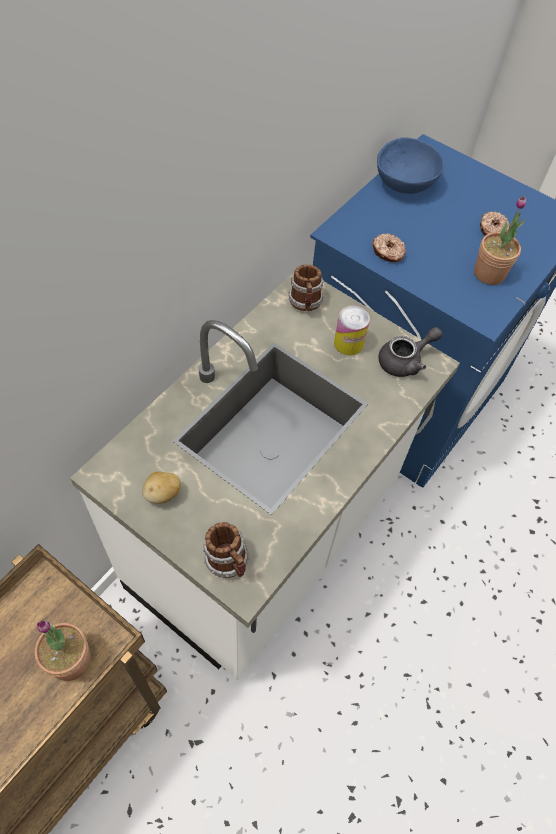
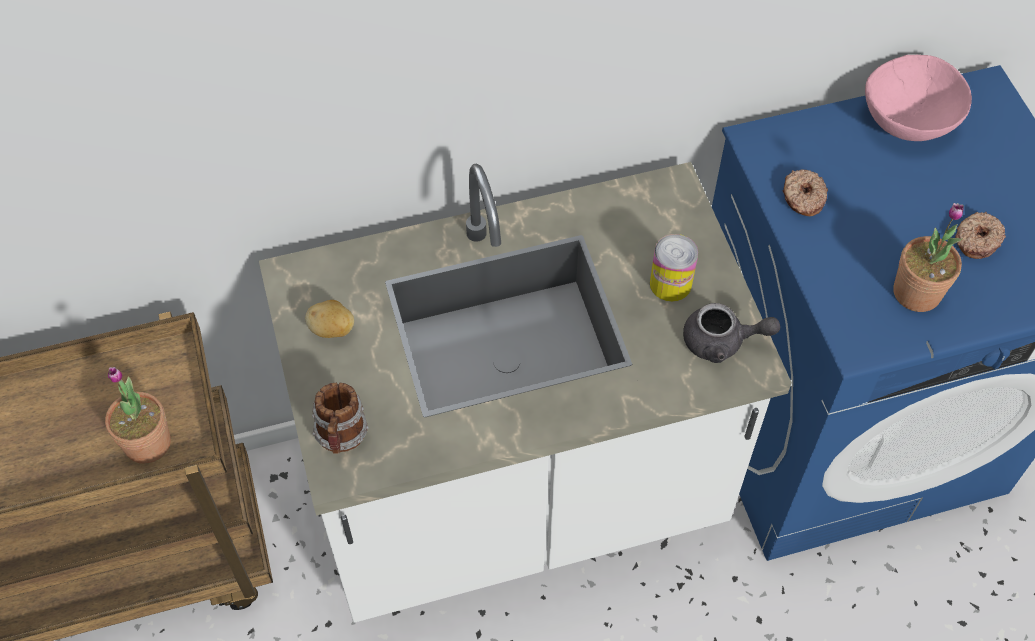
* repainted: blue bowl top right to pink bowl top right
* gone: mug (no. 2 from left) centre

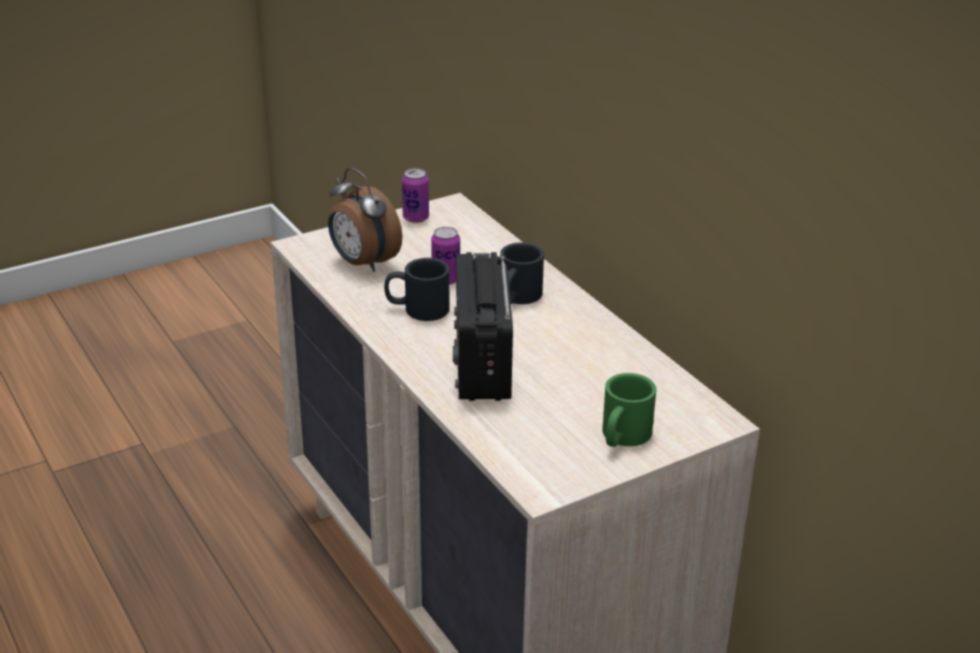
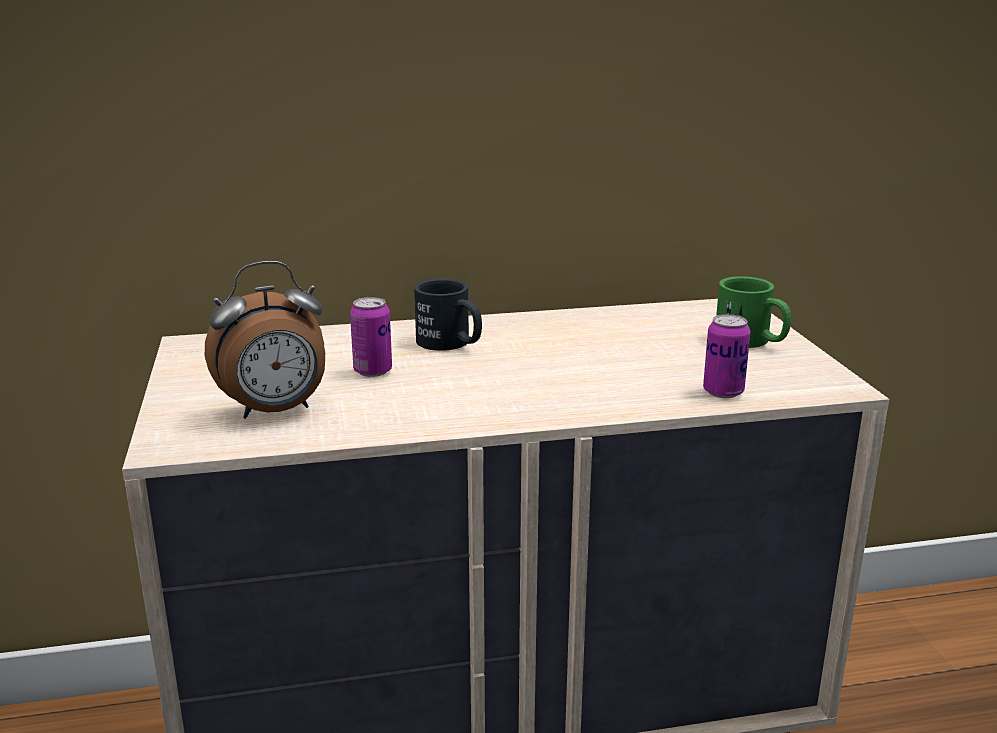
* shifted: can (no. 1 from left in the first image) top centre to can (no. 2 from left) middle right
* gone: radio centre
* gone: black mug (no. 1 from left) centre

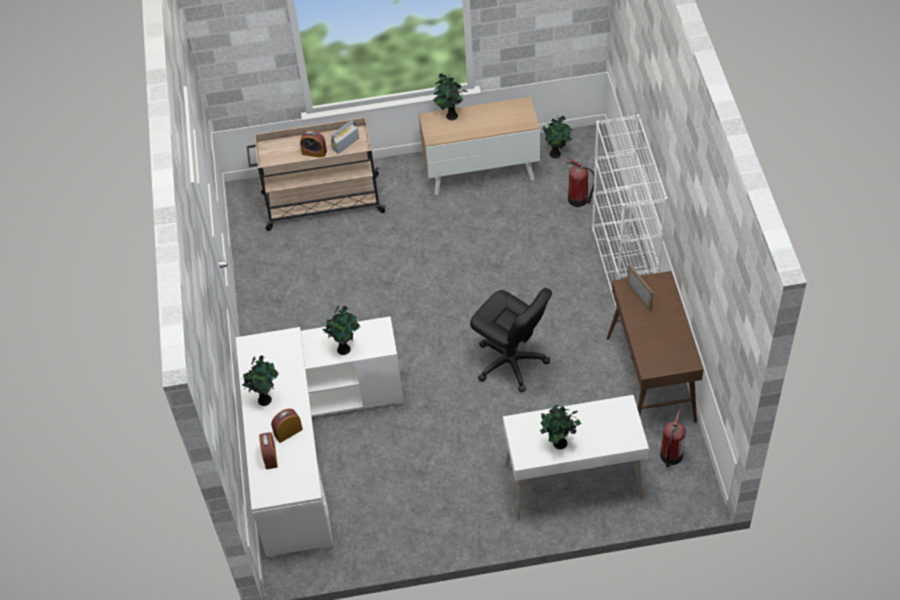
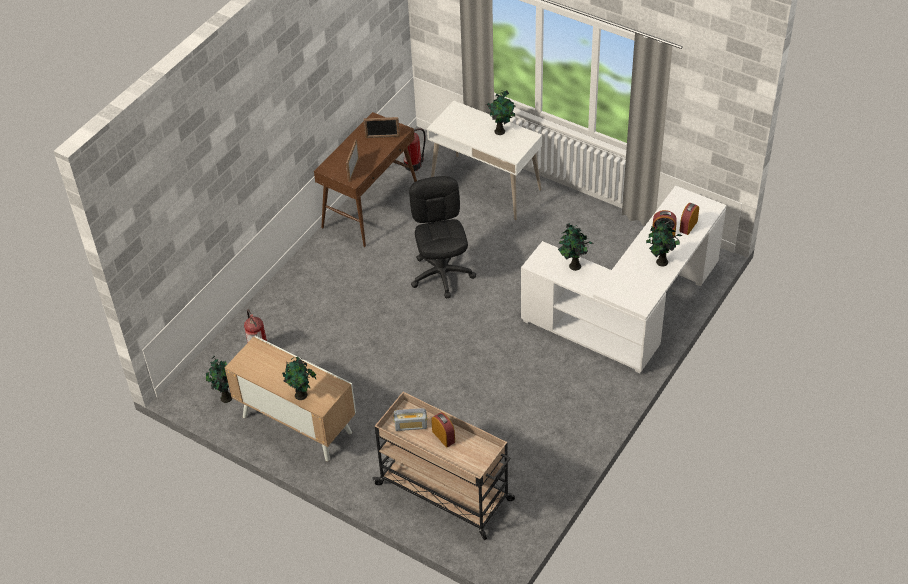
* gone: white bookcase middle right
* new: picture frame (no. 2 from left) top centre

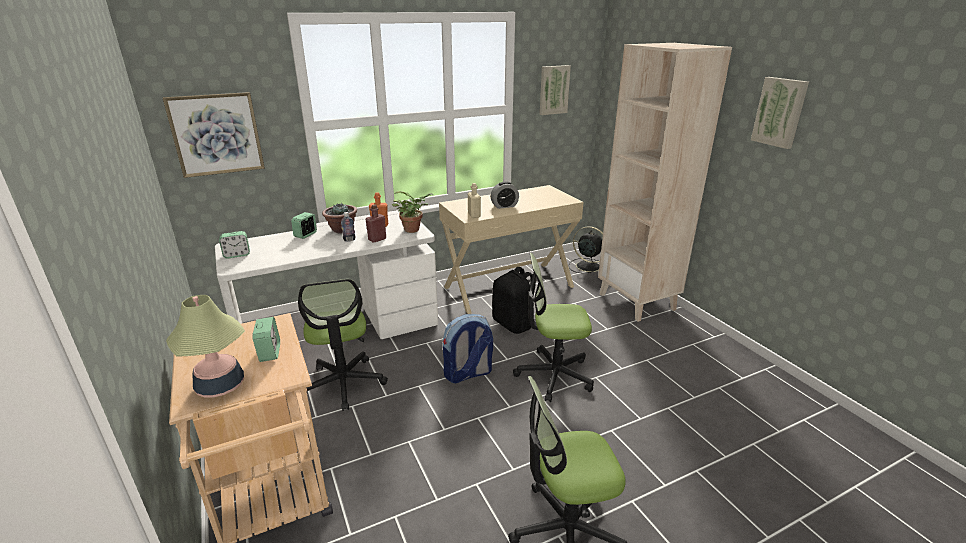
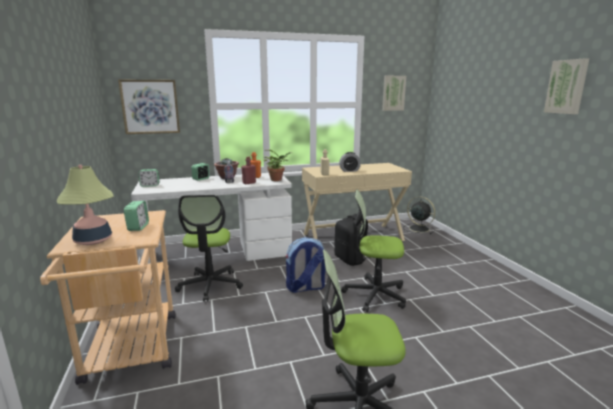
* gone: beige bookcase middle right

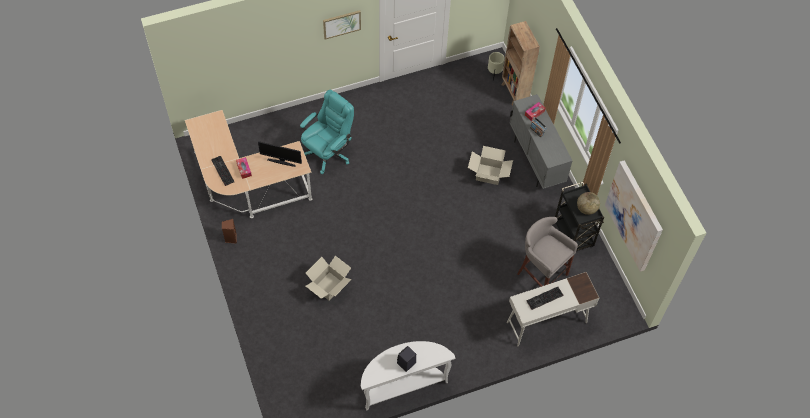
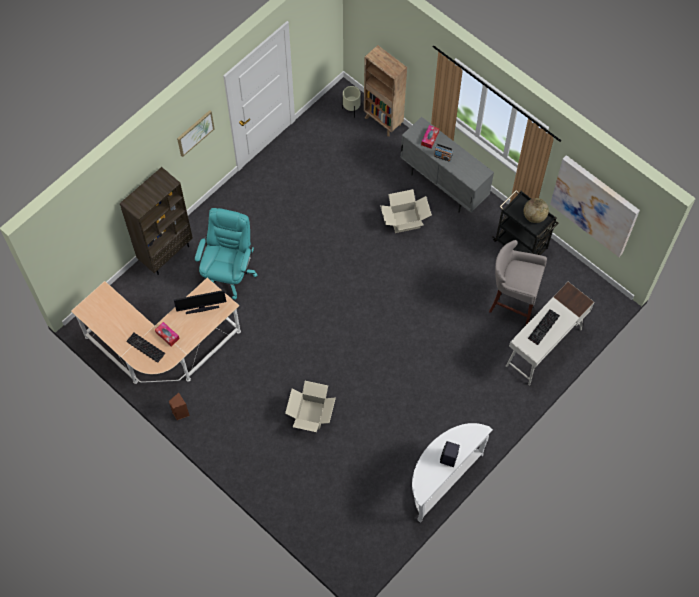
* new: brown bookcase (no. 1 from left) middle left

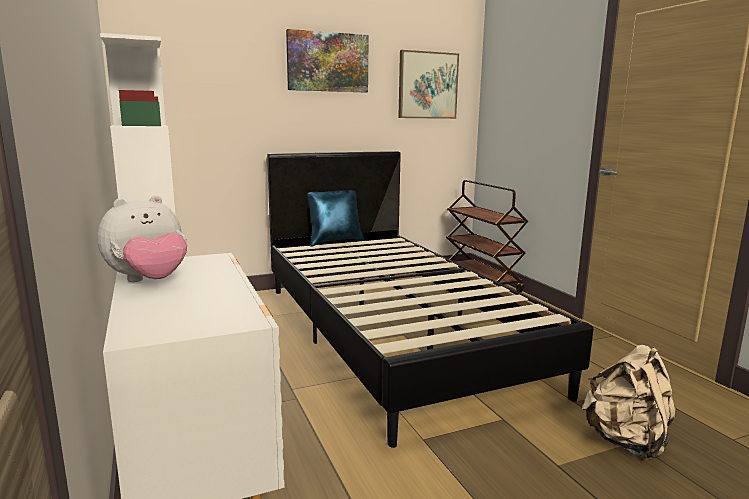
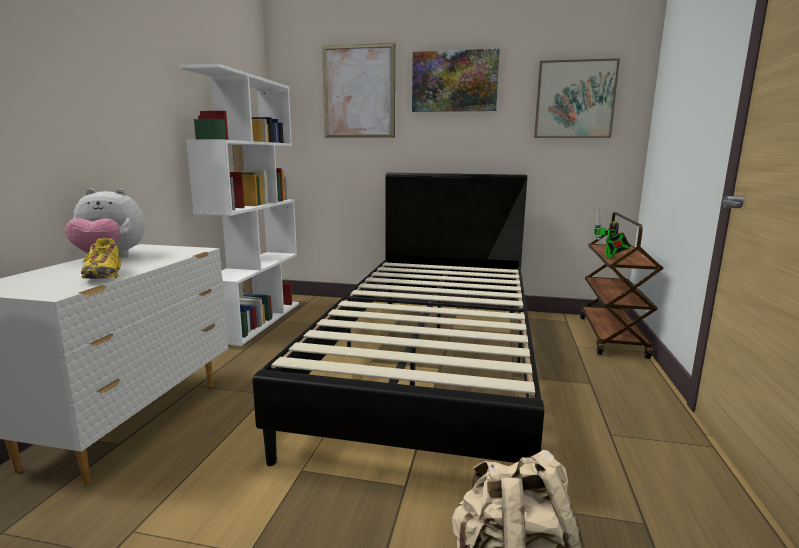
* gone: blue pillow centre
* new: picture (no. 1 from left) top centre
* new: toy robot middle right
* new: yellow shoe middle left

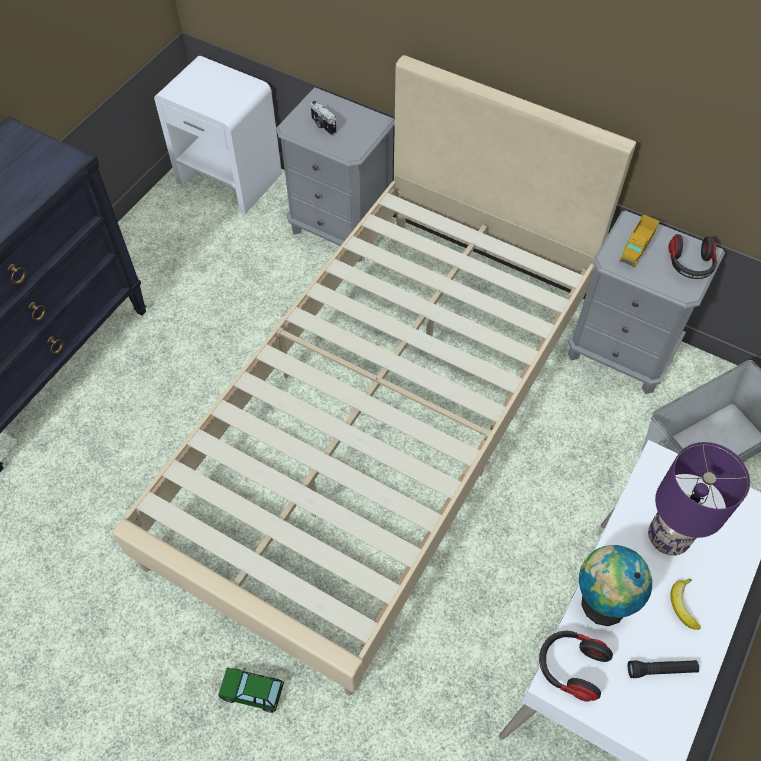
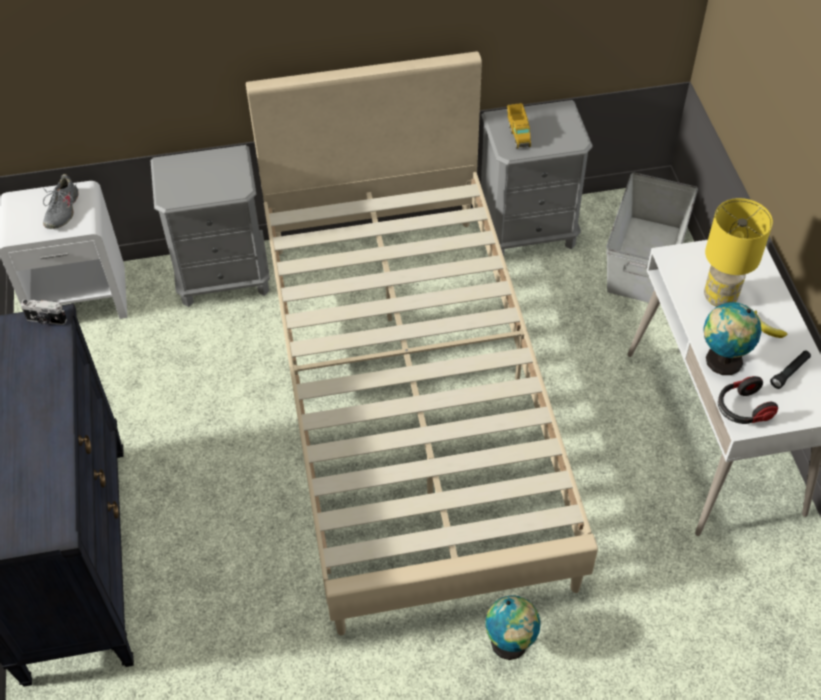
* shifted: photo camera top centre to middle left
* gone: headphones (no. 2 from left) middle right
* repainted: purple table lamp middle right to yellow table lamp middle right
* swapped: toy car bottom left to globe (no. 1 from left) bottom centre
* new: grey shoe top left

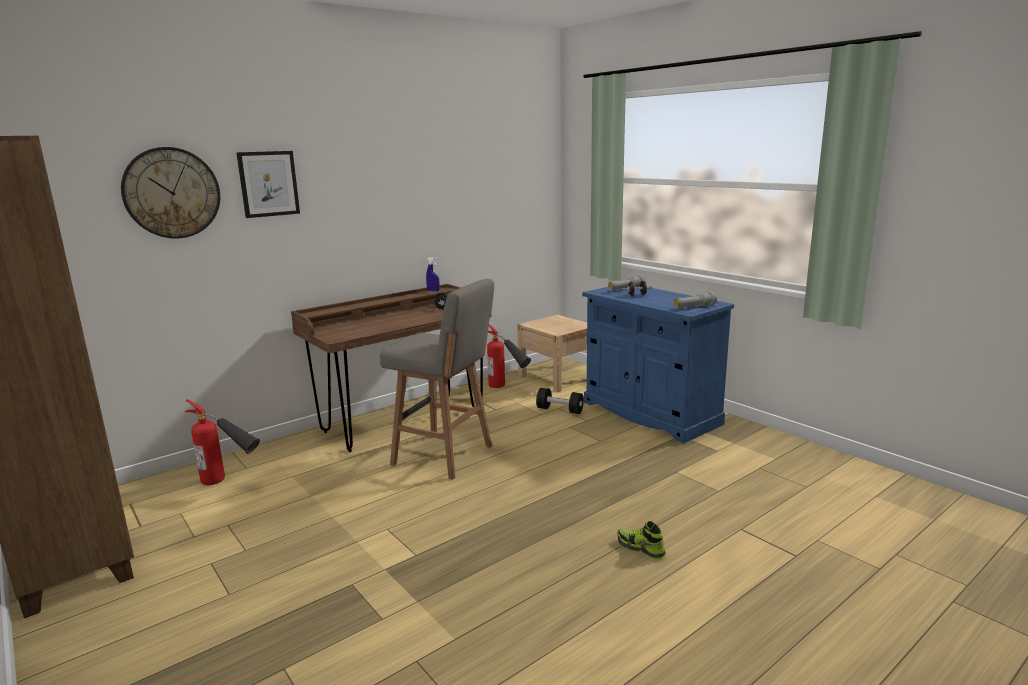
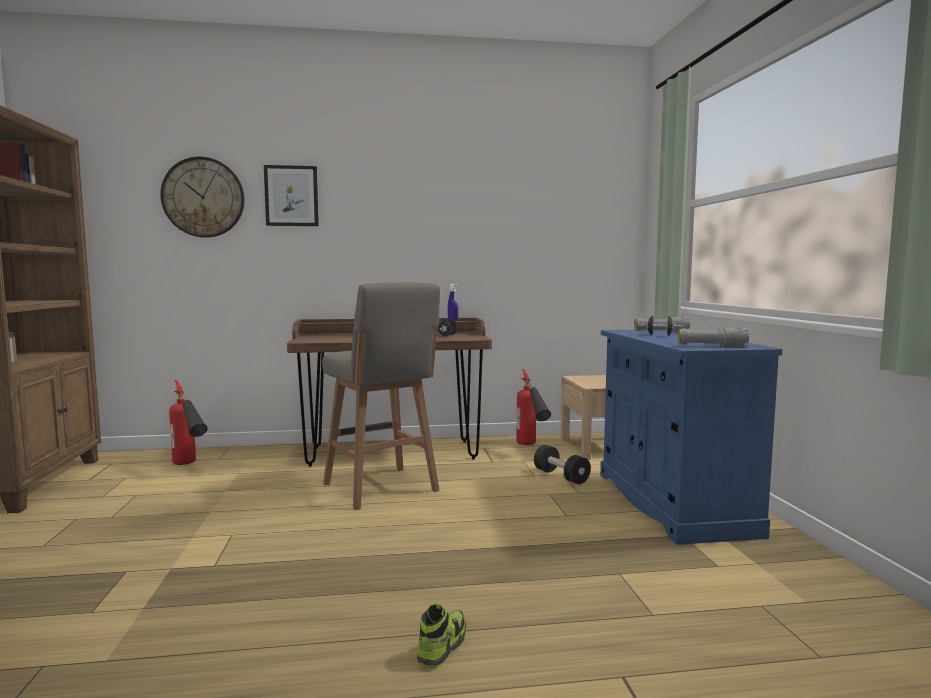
* rotated: shoe bottom centre = bottom centre 45 degrees clockwise

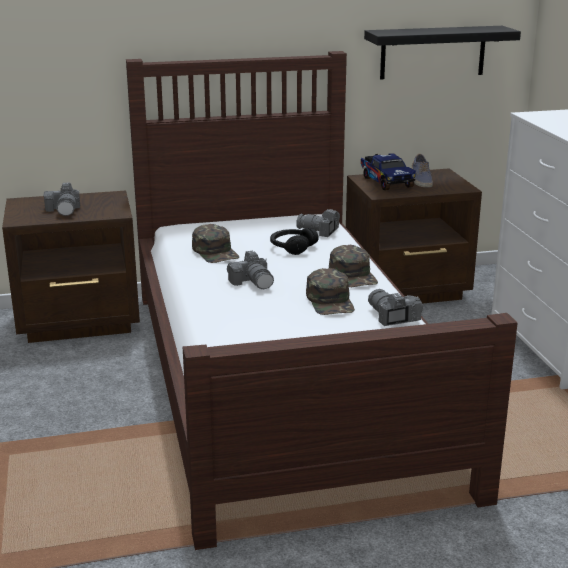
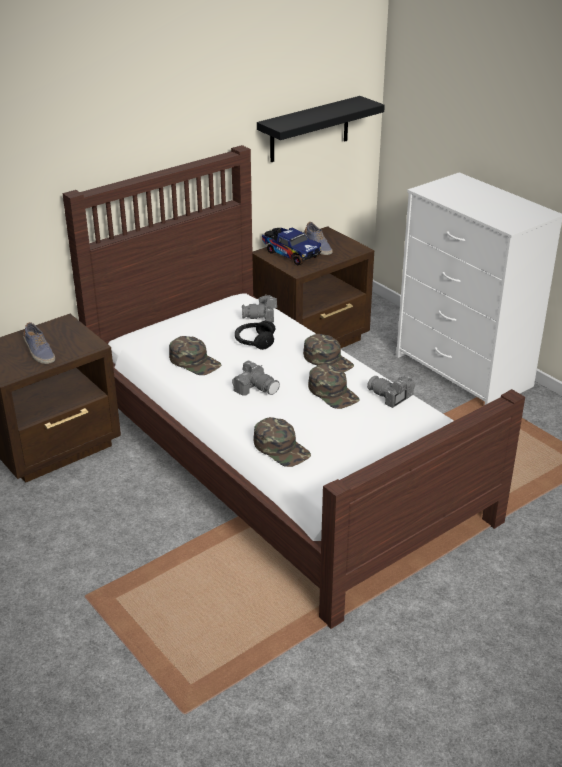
* swapped: photo camera (no. 1 from left) middle left to shoe (no. 1 from left) middle left
* new: green cap (no. 2 from left) centre

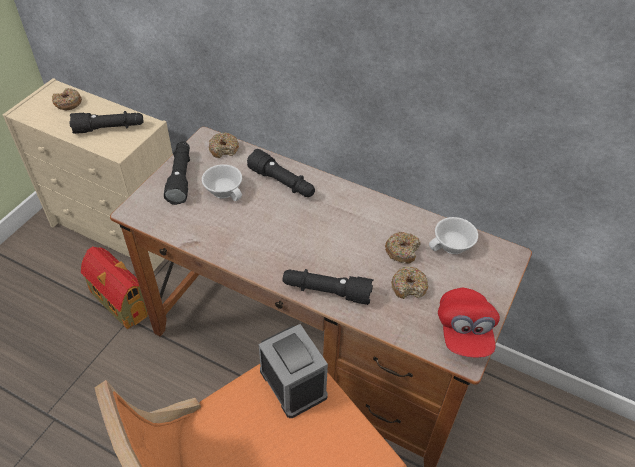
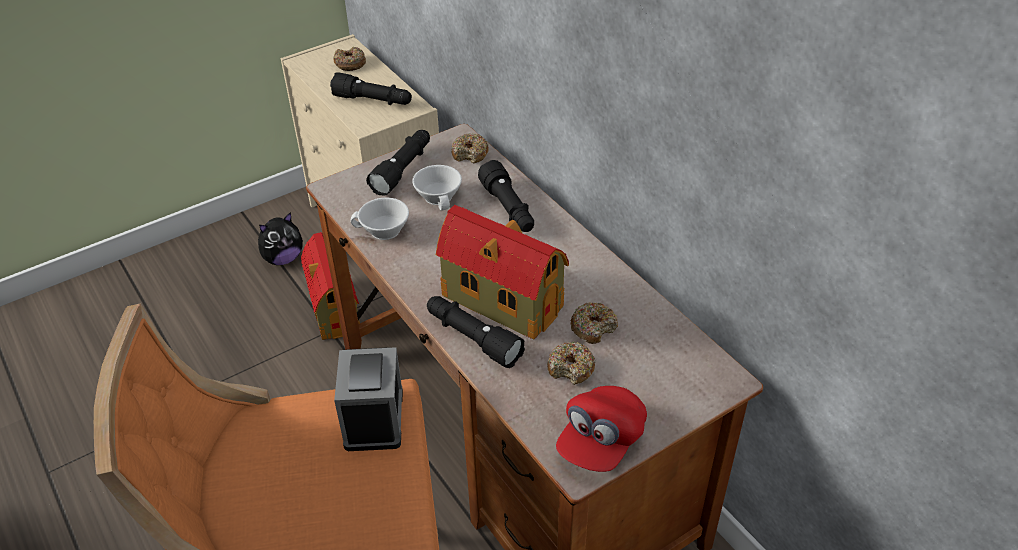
* shifted: white cup (no. 2 from left in the first image) middle right to white cup (no. 1 from left) centre
* new: toy house (no. 2 from left) centre
* new: plush toy middle left

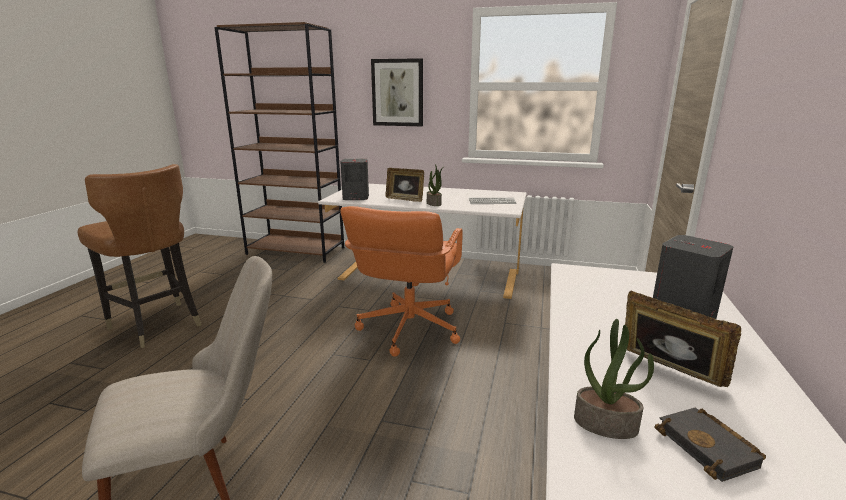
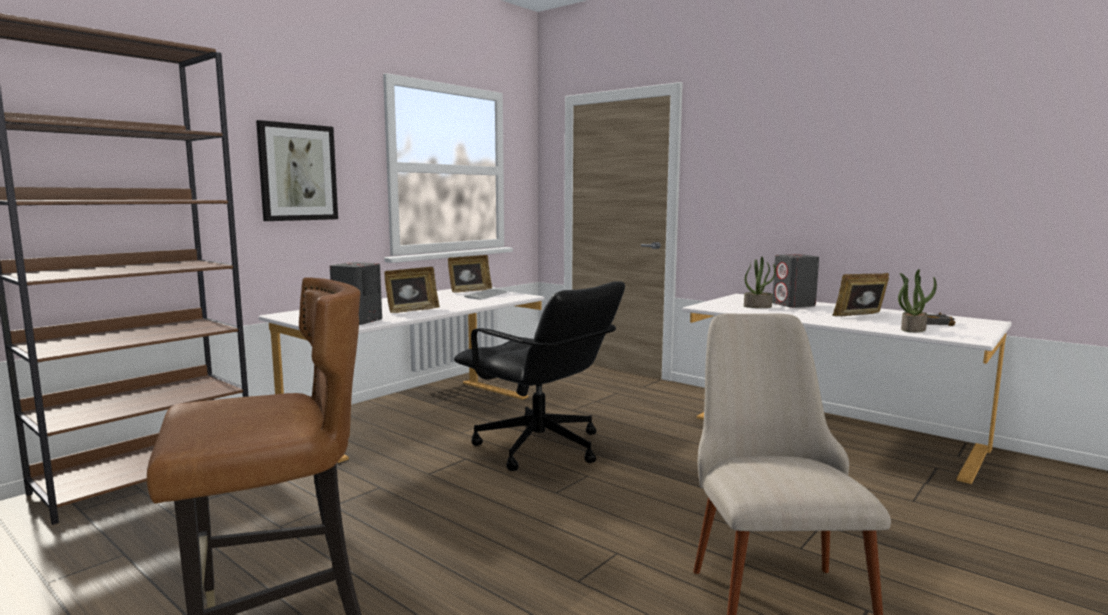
* shifted: potted plant (no. 1 from left) centre to middle right
* repainted: orange office chair centre to black office chair centre
* new: picture frame (no. 2 from left) centre

